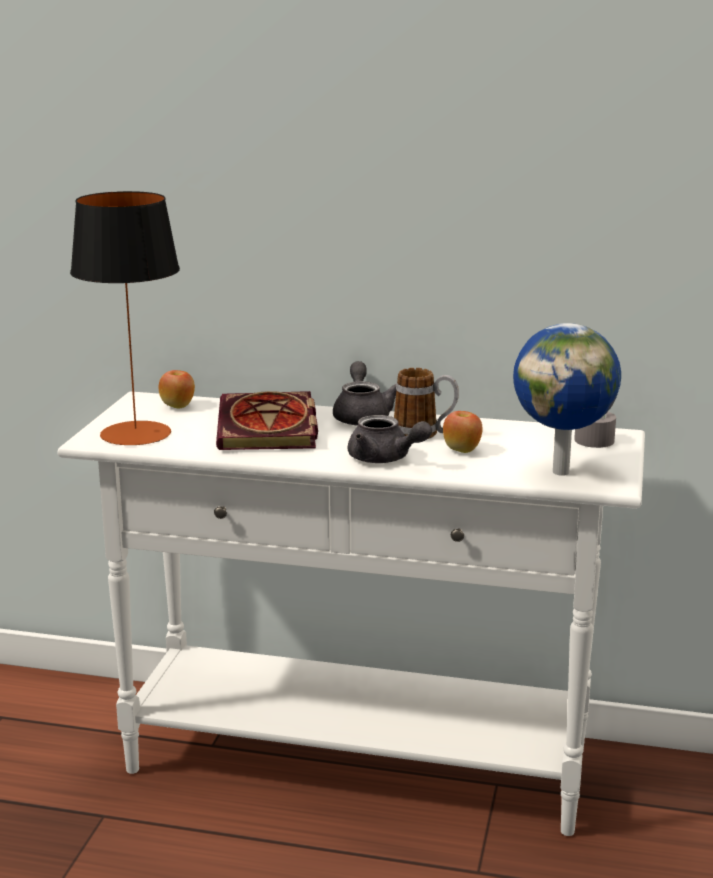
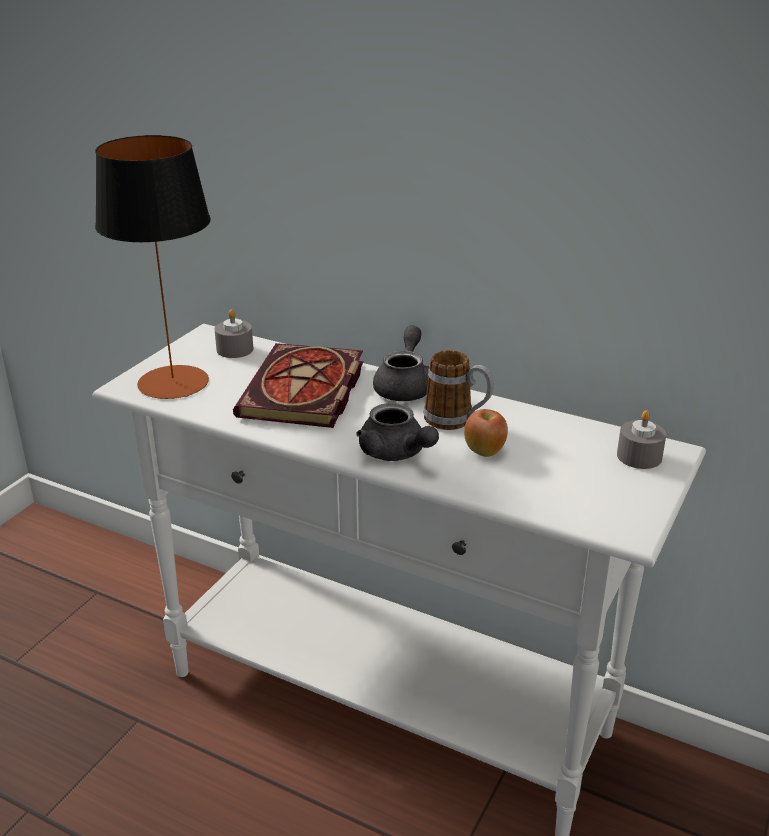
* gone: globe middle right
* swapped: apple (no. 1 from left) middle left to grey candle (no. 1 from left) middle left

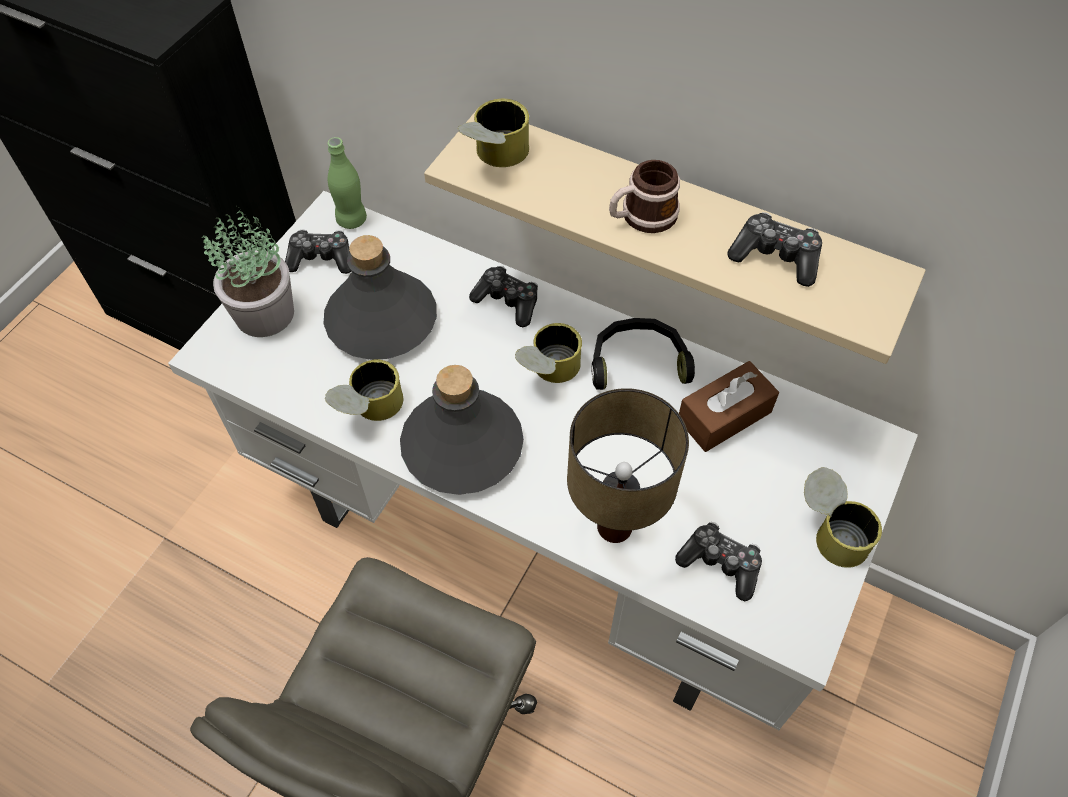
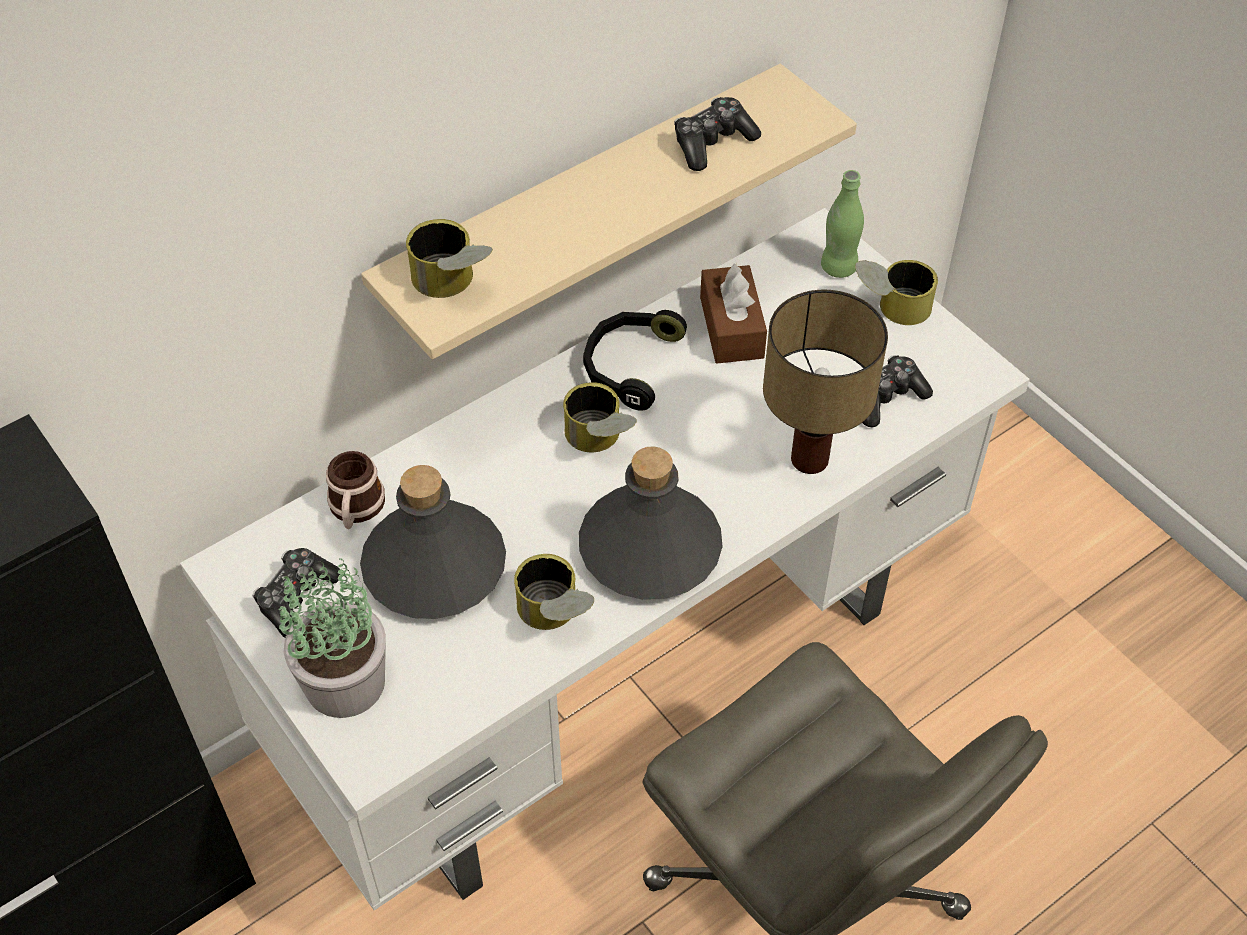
* shifted: green bottle top left to top right
* shifted: mug top centre to middle left
* gone: game controller (no. 2 from left) centre

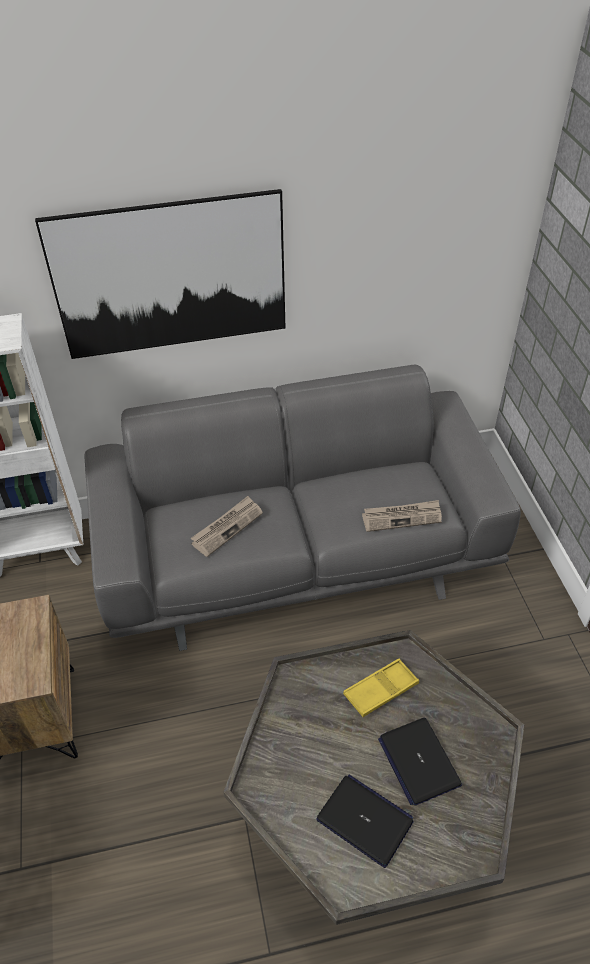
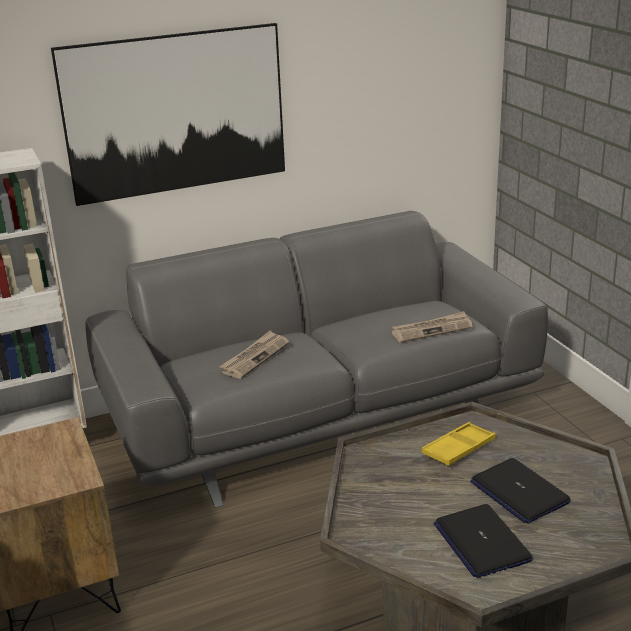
* rotated: laptop (no. 1 from left) bottom centre = bottom right 135 degrees counterclockwise

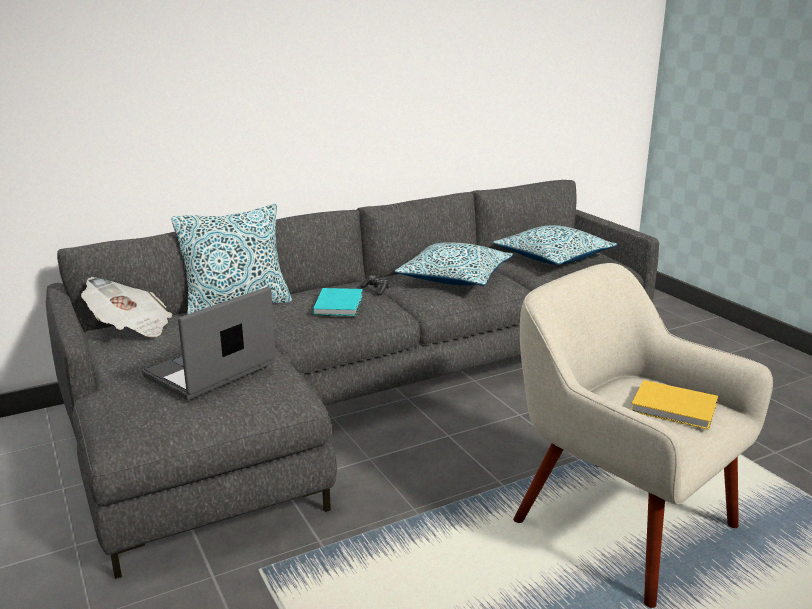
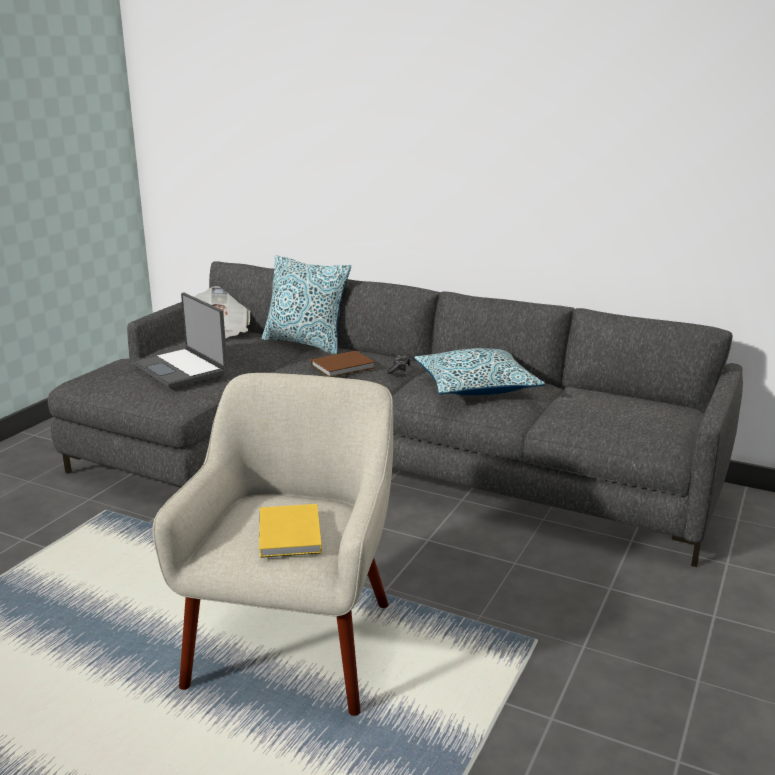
* gone: pillow (no. 3 from left) middle right
* rotated: laptop middle left = middle left 135 degrees counterclockwise
* repainted: turquoise book centre to brown book centre

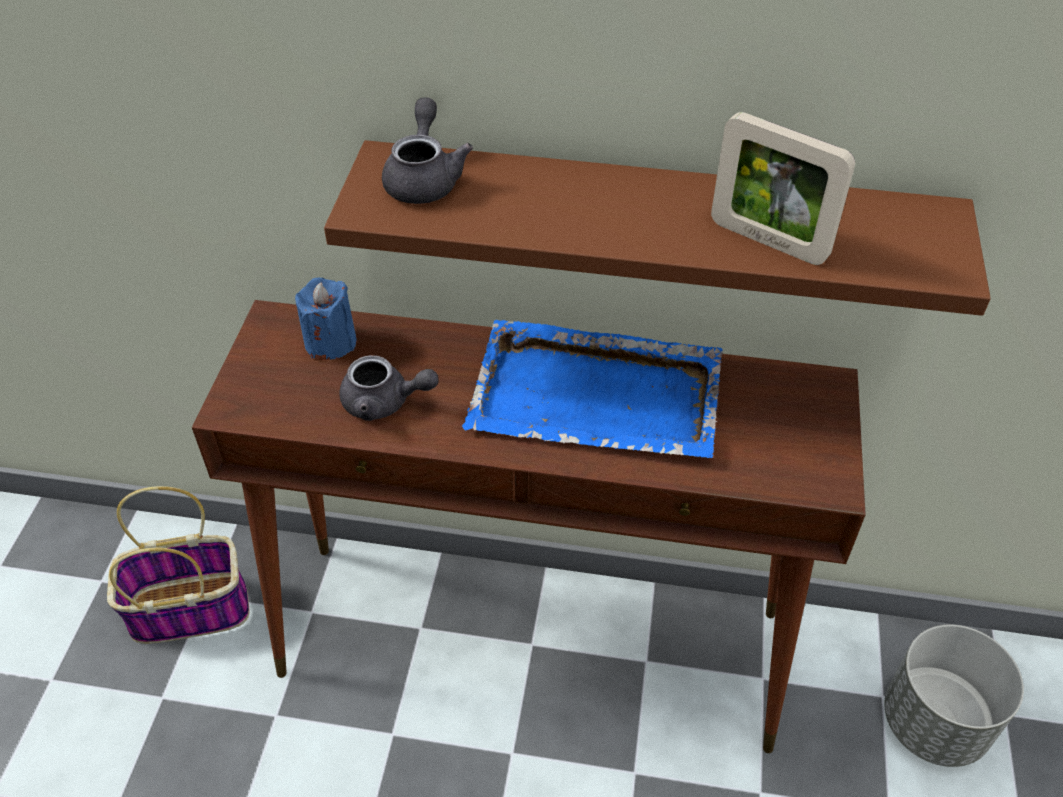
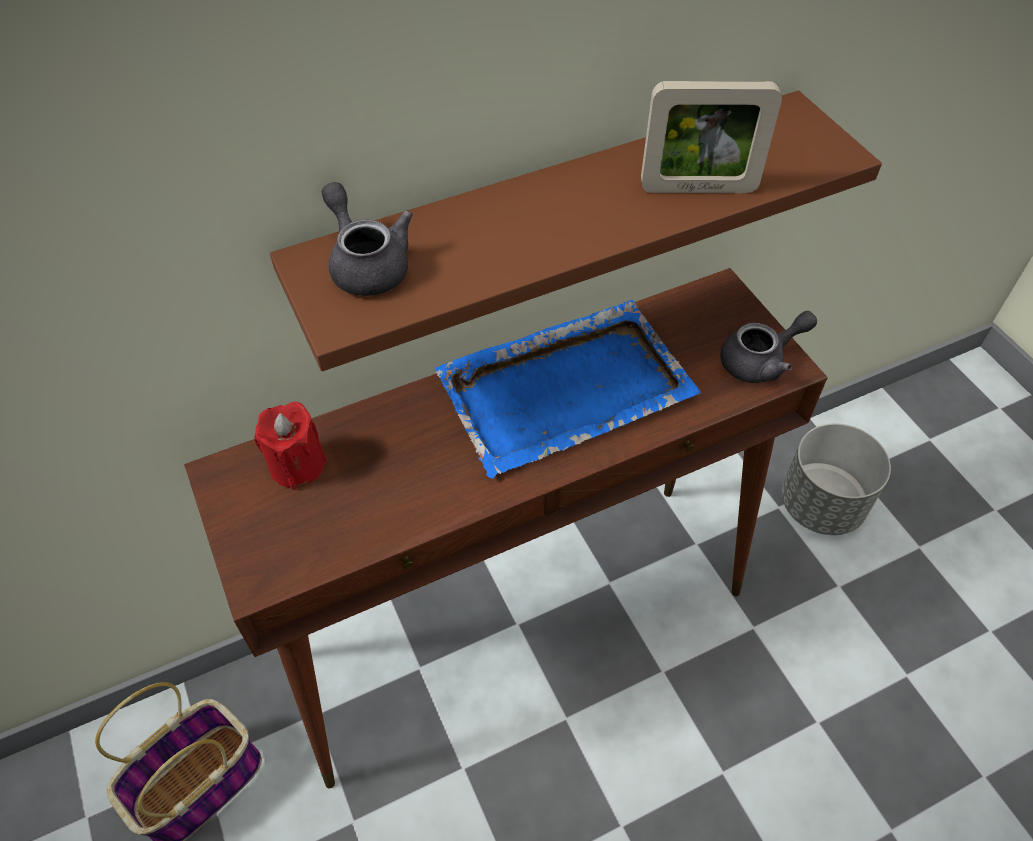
* repainted: blue candle middle left to red candle middle left
* shifted: grey teapot (no. 1 from left in the first image) centre to grey teapot (no. 2 from left) middle right

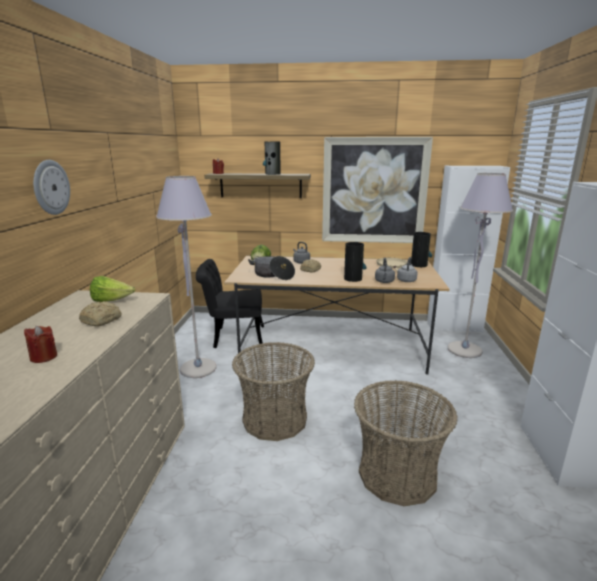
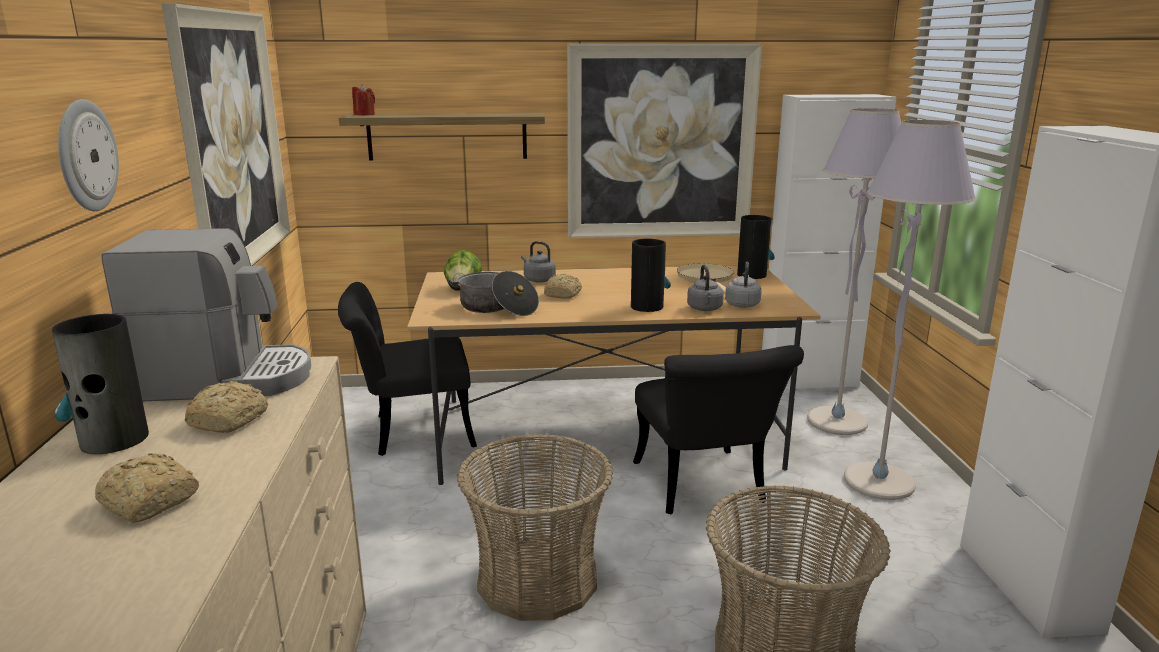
* shifted: vase (no. 1 from left) top centre to middle left
* shifted: grey floor lamp (no. 1 from left in the first image) middle left to grey floor lamp (no. 2 from left) middle right
* swapped: lettuce (no. 1 from left) middle left to coffee machine middle left
* swapped: red candle (no. 1 from left) middle left to bread (no. 1 from left) bottom left
* new: picture (no. 1 from left) top left
* new: black chair (no. 2 from left) centre

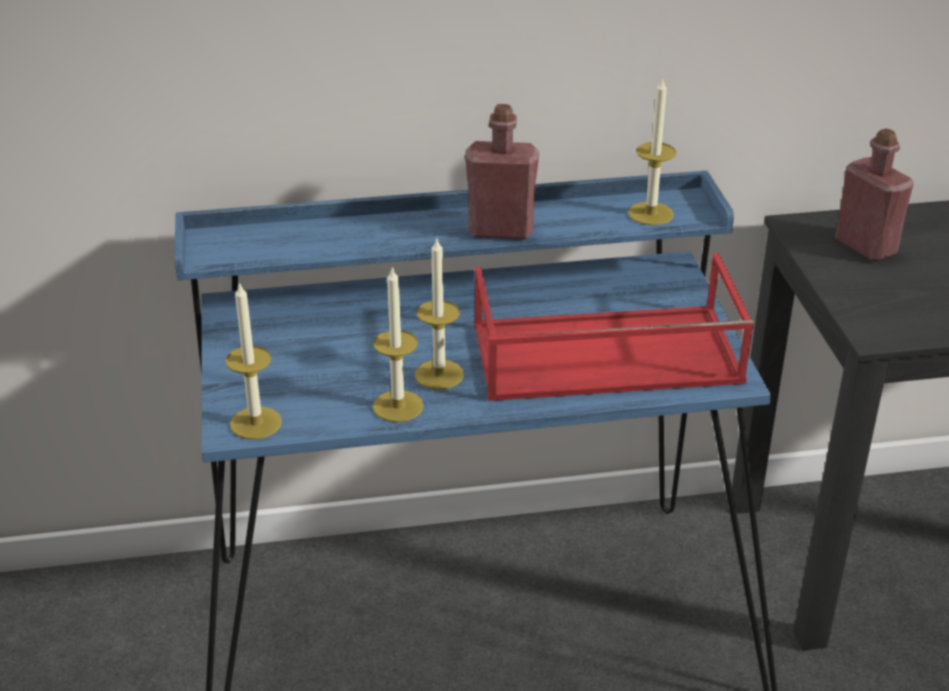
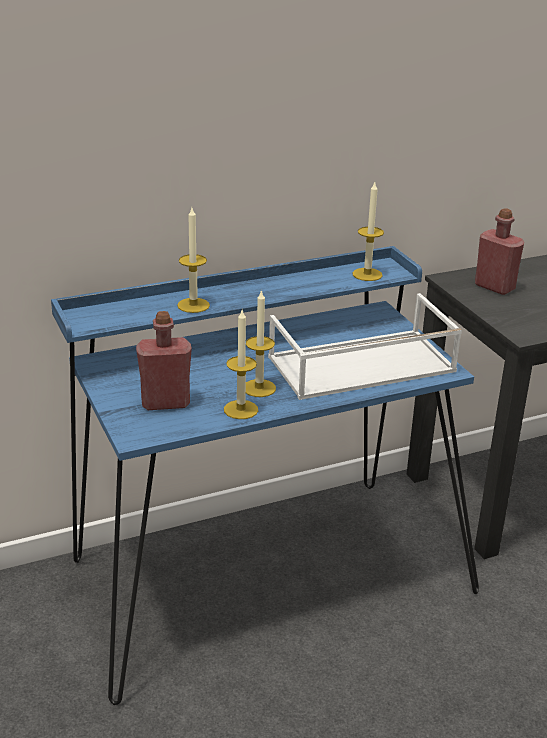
* shifted: red bottle (no. 1 from left) top centre to middle left
* repainted: red tray centre to white tray middle right
* shifted: candle (no. 1 from left) middle left to centre

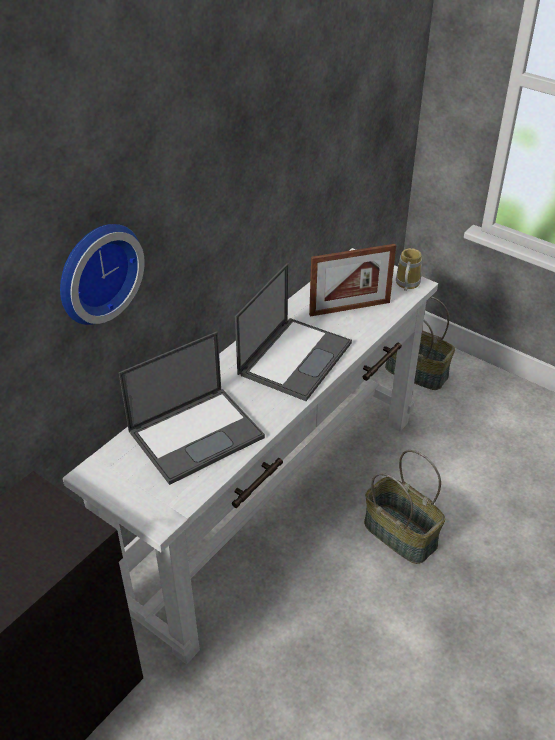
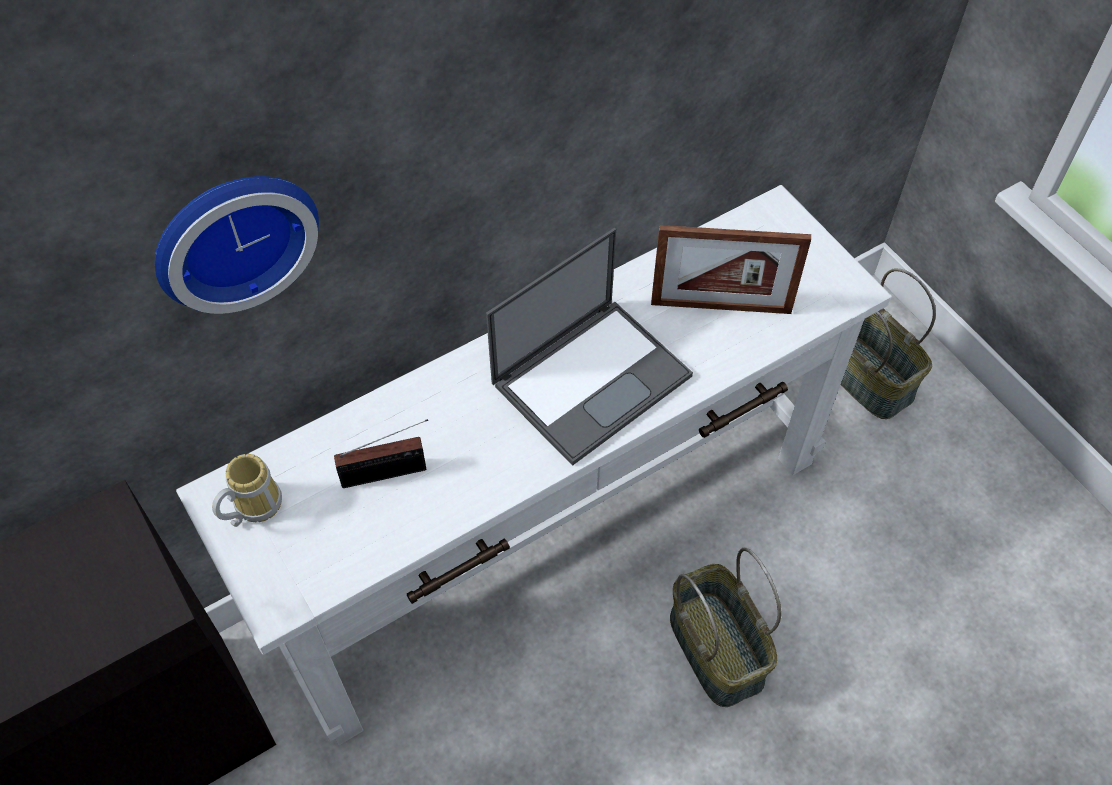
* shifted: mug middle right to middle left
* swapped: laptop (no. 1 from left) centre to radio centre

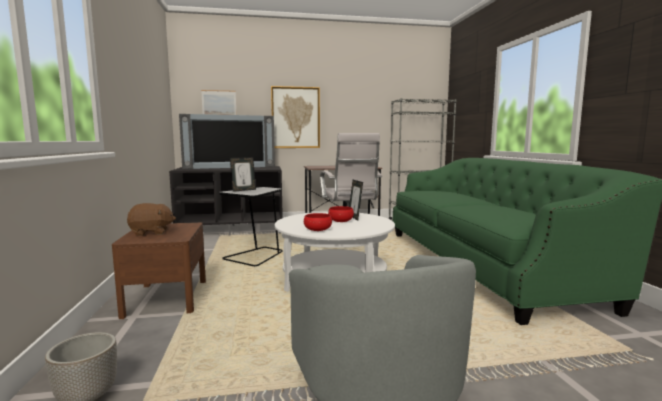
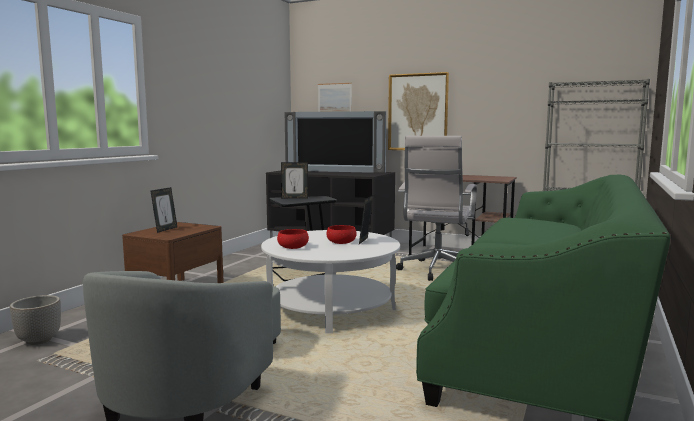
* swapped: brown plush toy middle left to picture frame (no. 1 from left) middle left

